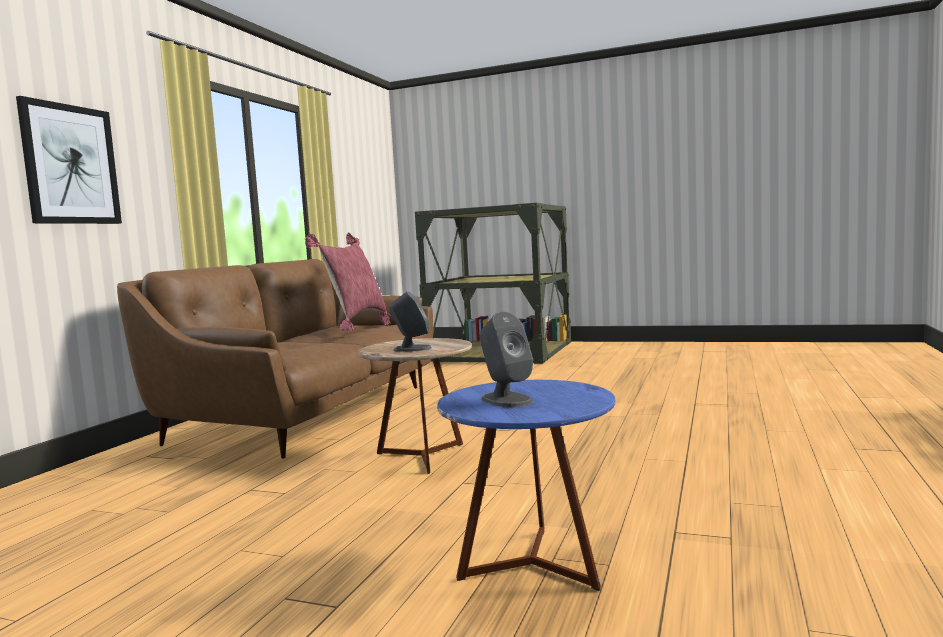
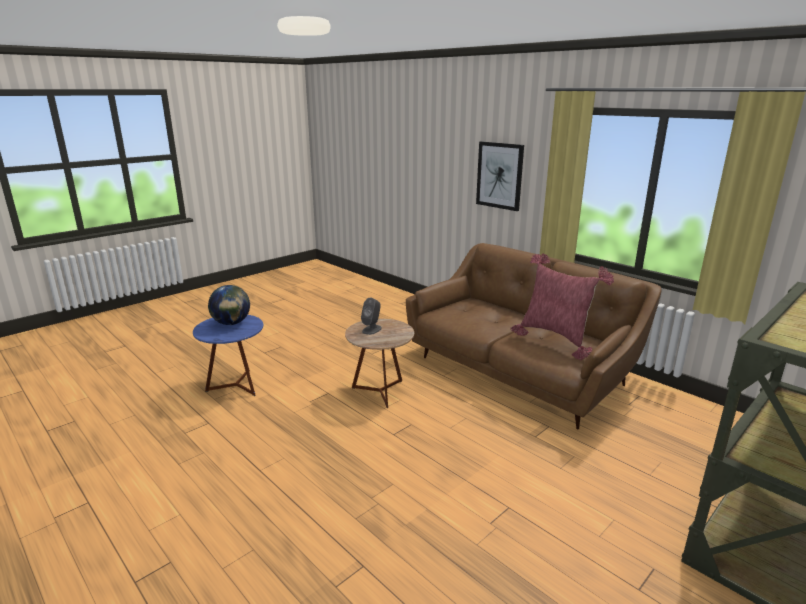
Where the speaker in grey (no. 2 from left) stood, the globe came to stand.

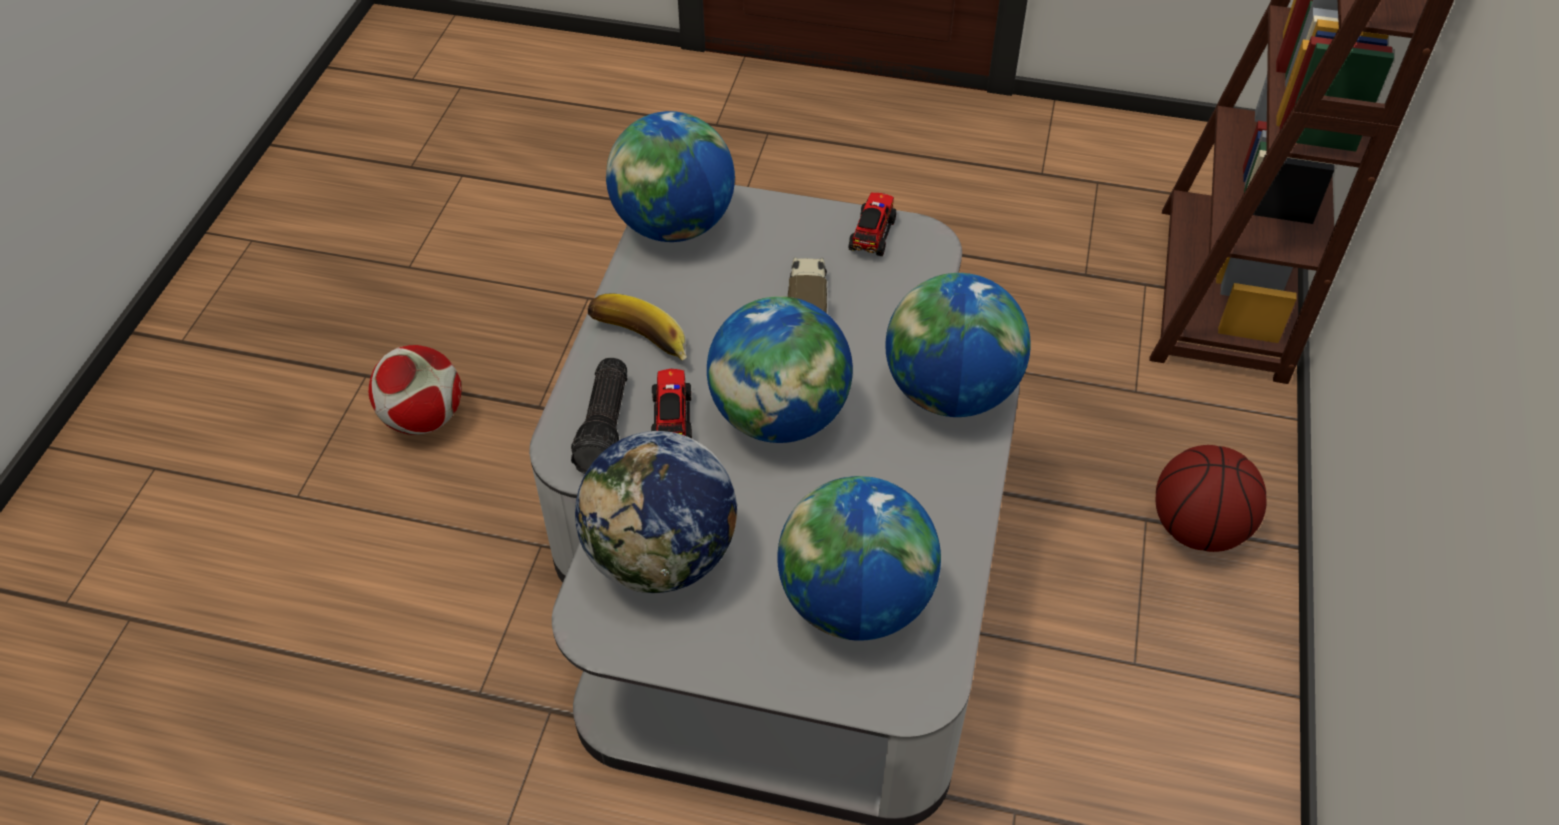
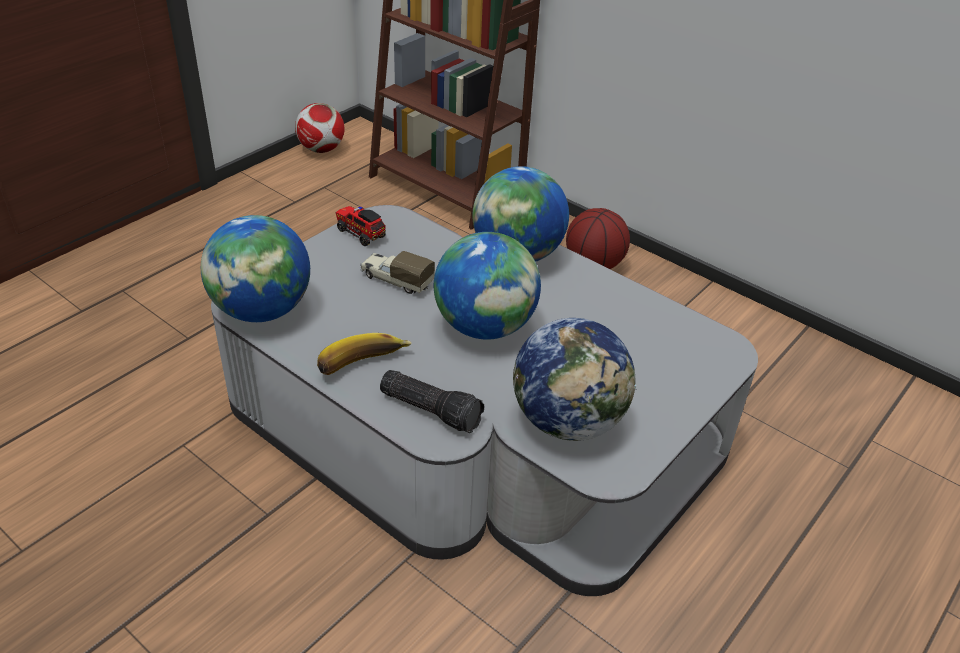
The football ended up elsewhere.
The second view lost the toy truck (no. 1 from left).
The second view lost the globe (no. 4 from left).

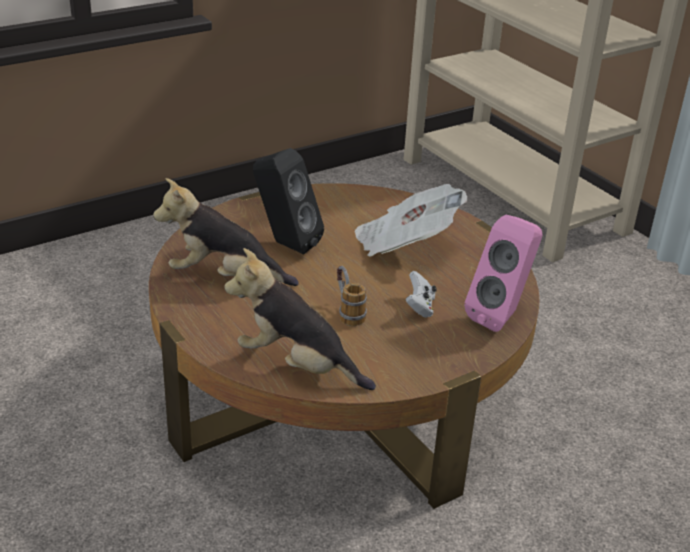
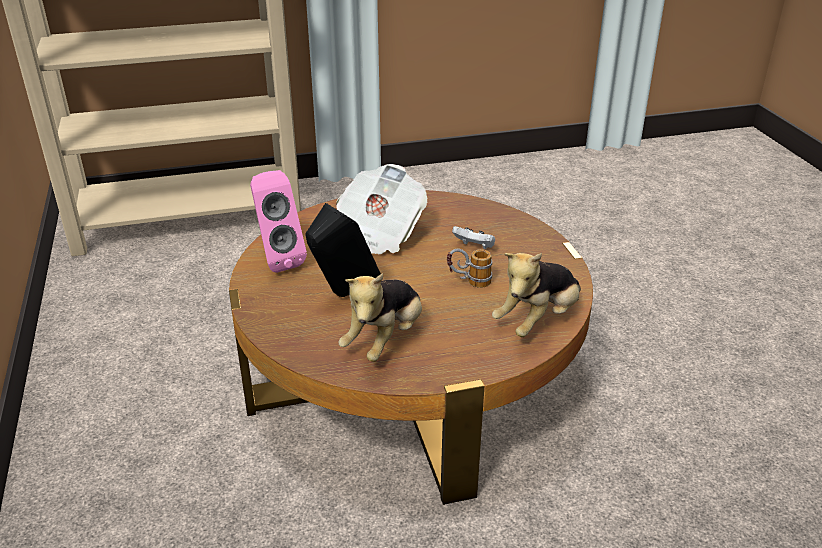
The speaker in pink ended up elsewhere.

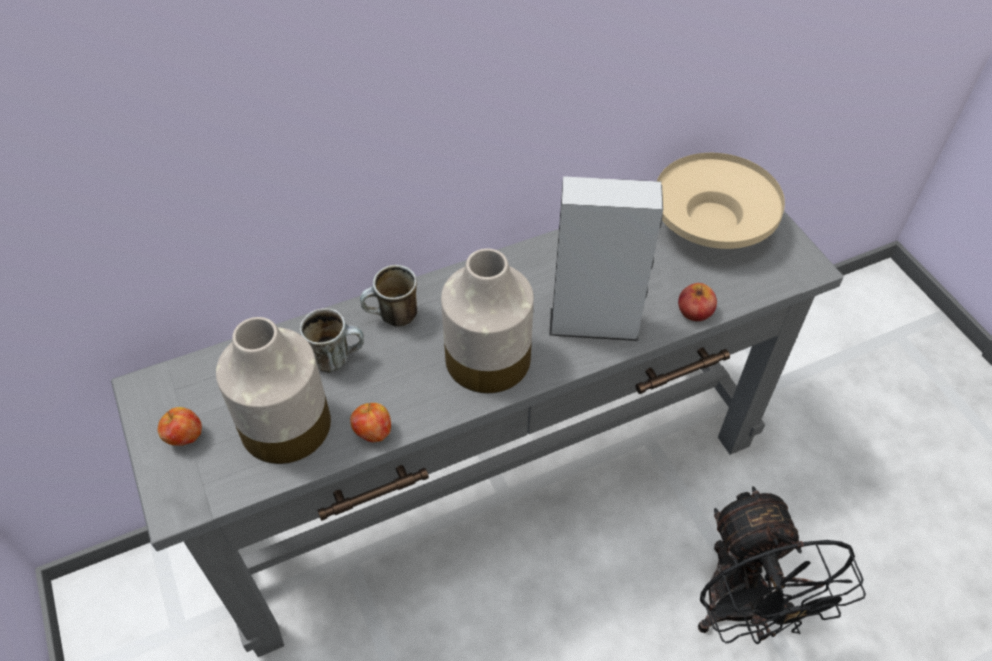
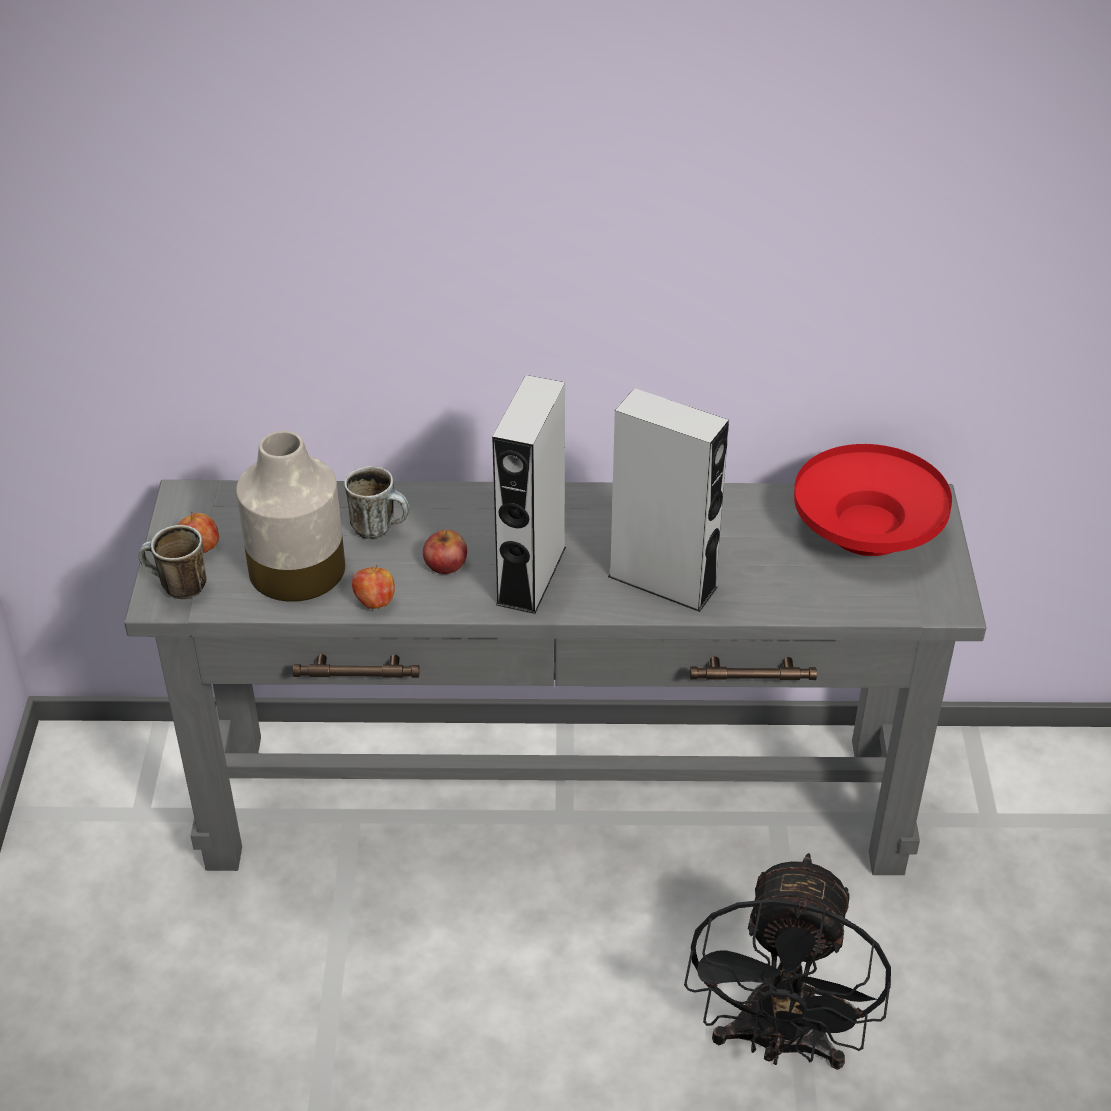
The mug (no. 2 from left in the first image) ended up elsewhere.
The apple (no. 3 from left) ended up elsewhere.
Where the vase in beige (no. 2 from left) stood, the speaker in grey (no. 1 from left) came to stand.
What was the bowl in beige turned into the bowl in red.

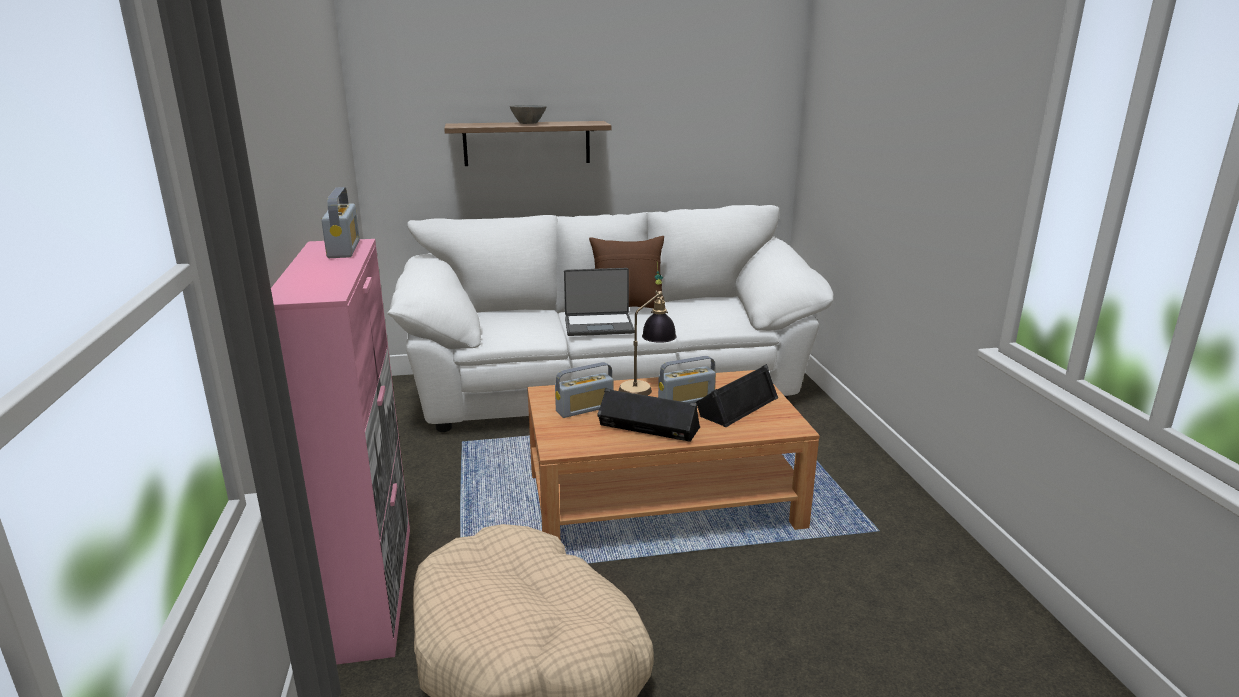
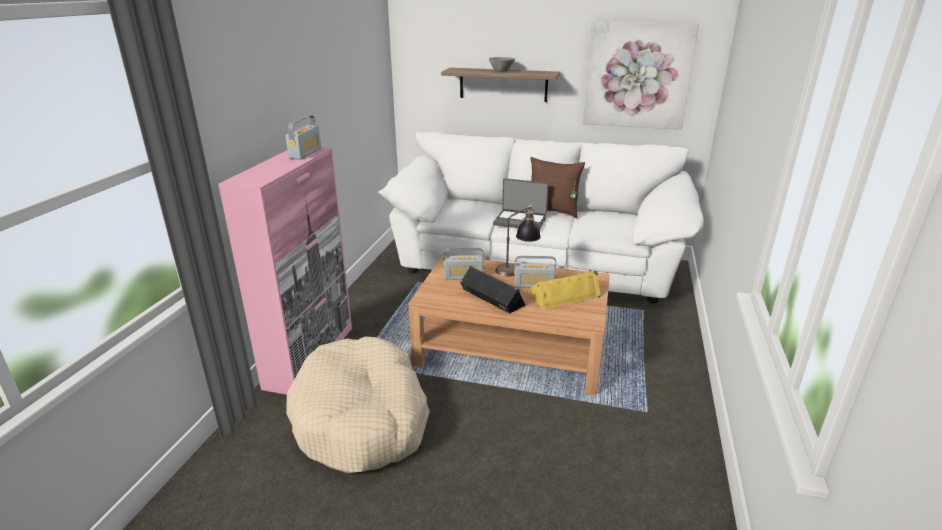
What was the speaker in black (no. 2 from left) turned into the speaker in yellow.
The second view gained the picture.

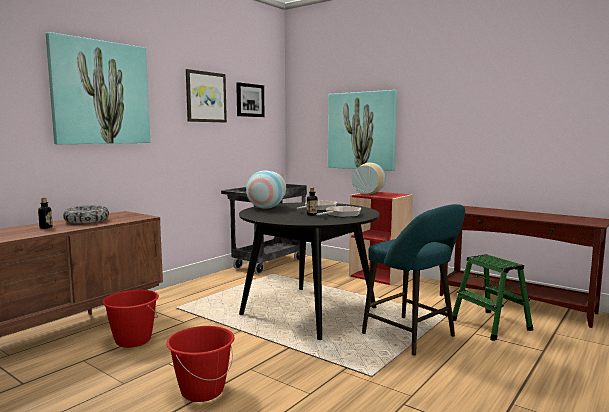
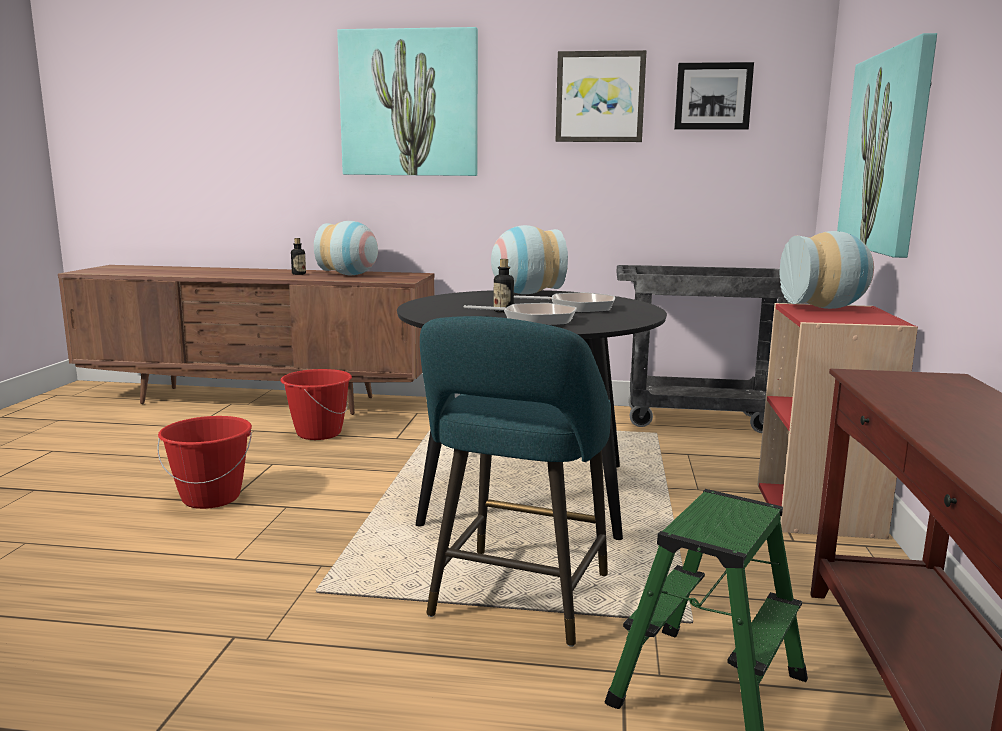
Where the bowl stood, the vase (no. 1 from left) came to stand.

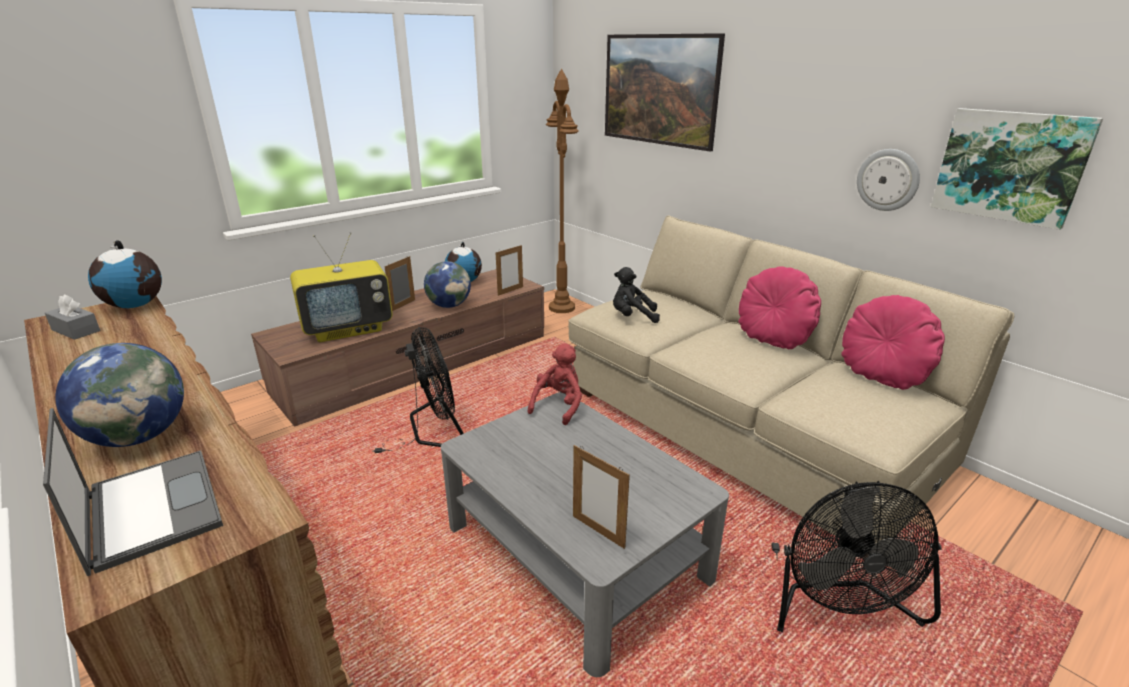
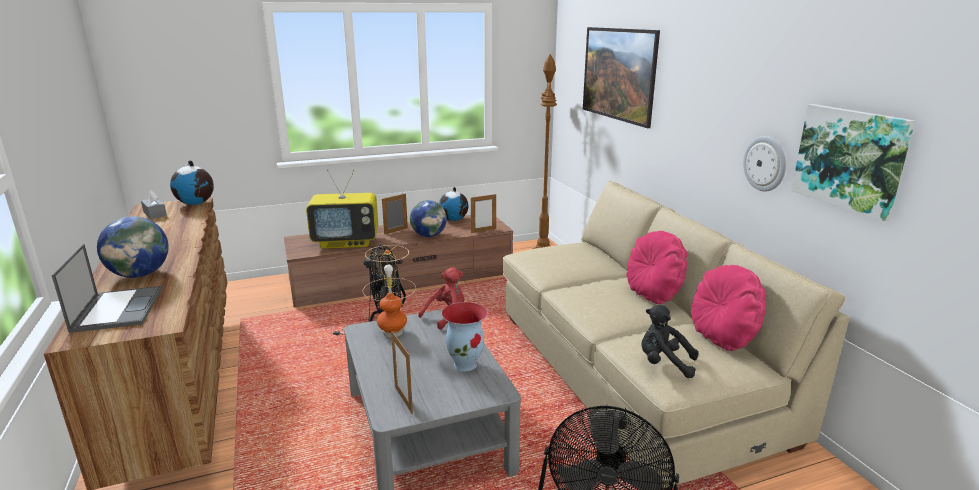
The second view gained the table lamp.
The second view gained the vase.
The plush toy in black ended up elsewhere.

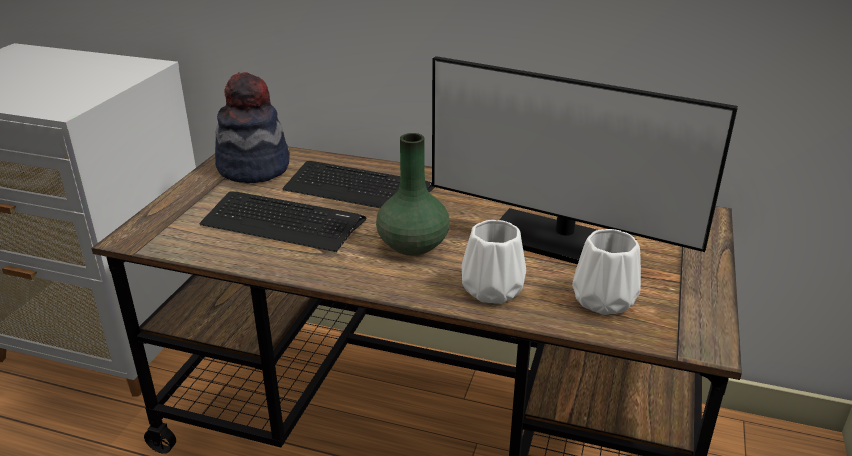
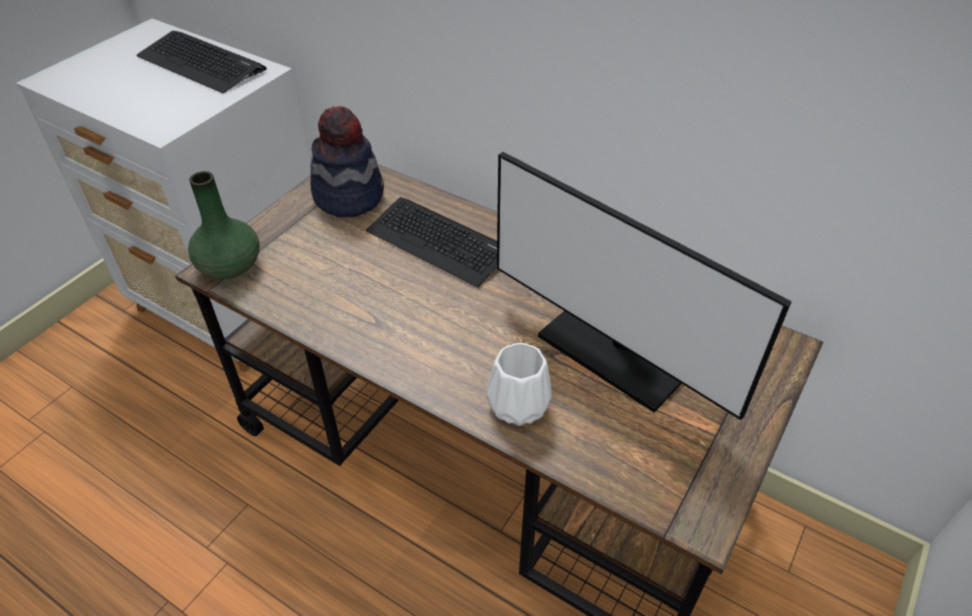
The keyboard (no. 1 from left) ended up elsewhere.
The vase in green ended up elsewhere.
The second view lost the vase in white (no. 2 from left).

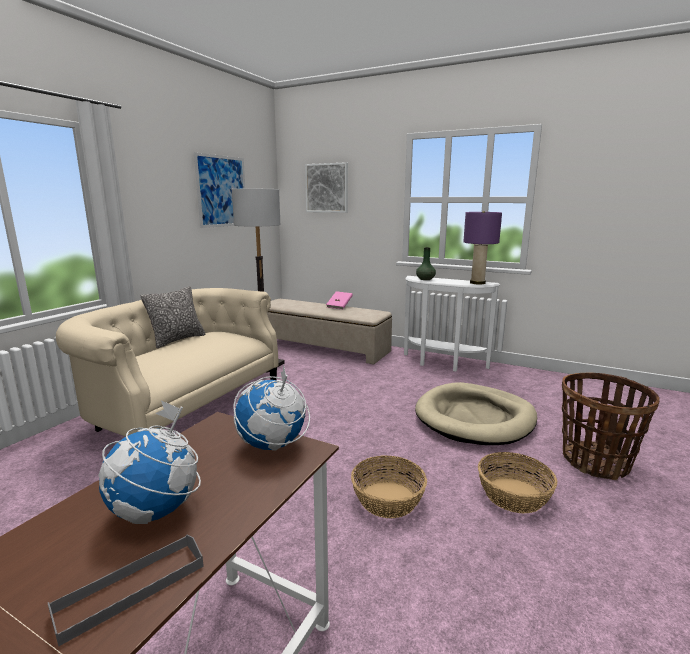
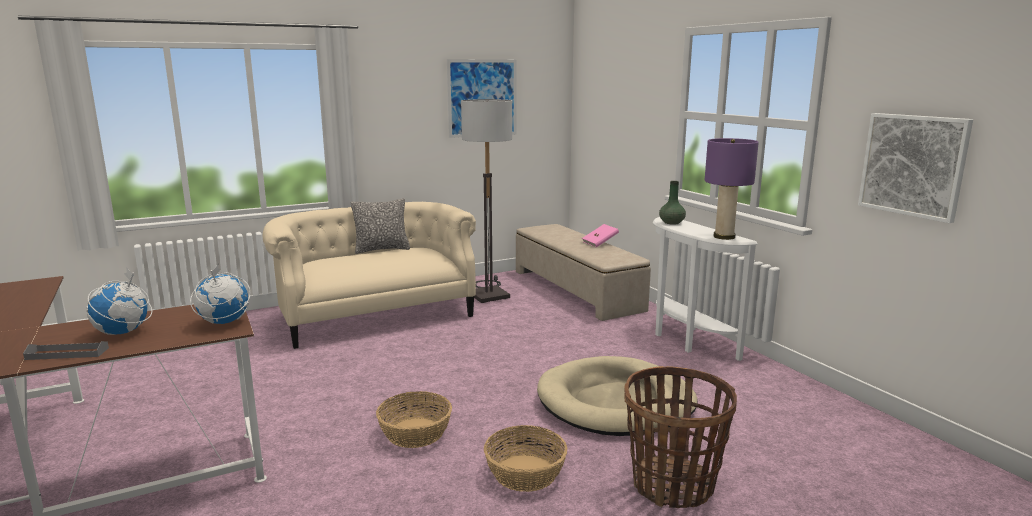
The picture (no. 2 from left) ended up elsewhere.

